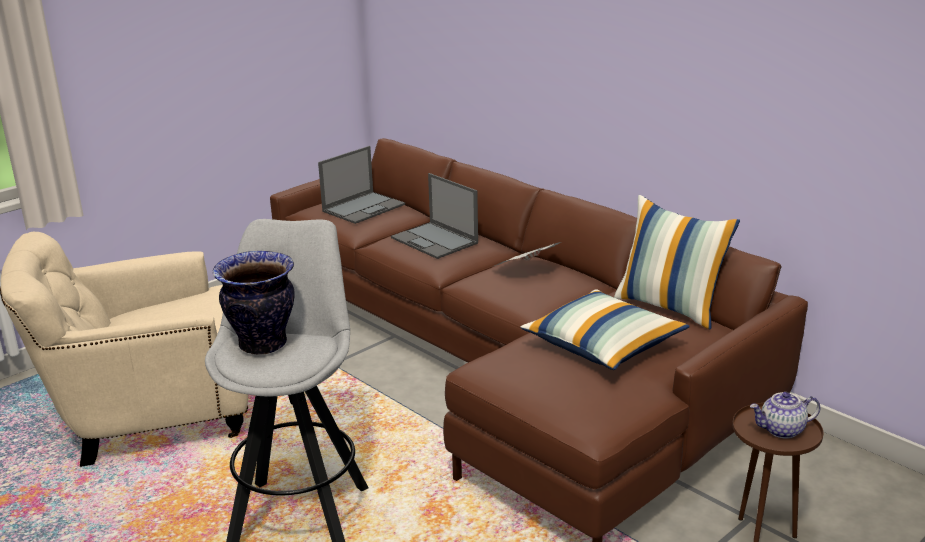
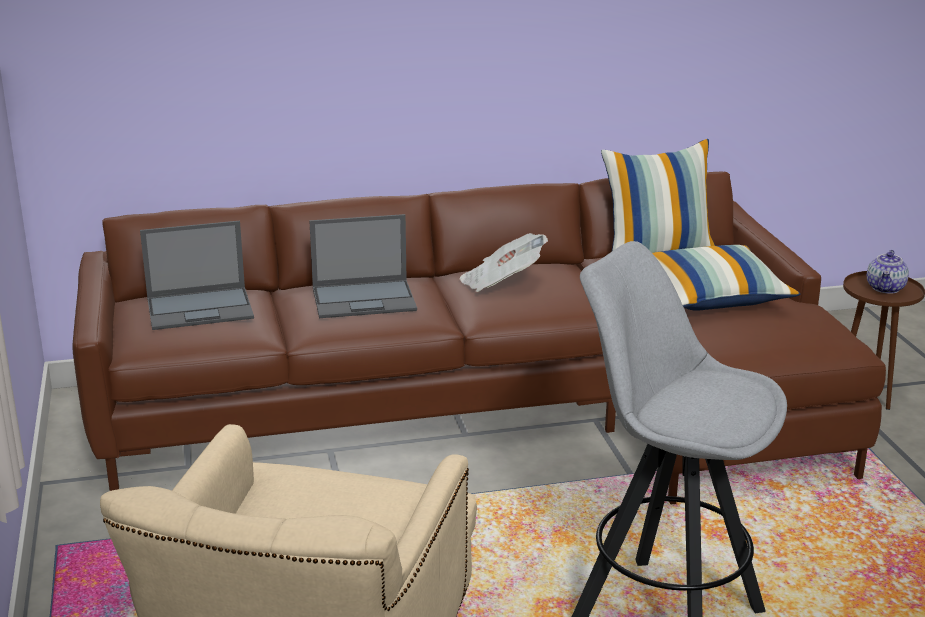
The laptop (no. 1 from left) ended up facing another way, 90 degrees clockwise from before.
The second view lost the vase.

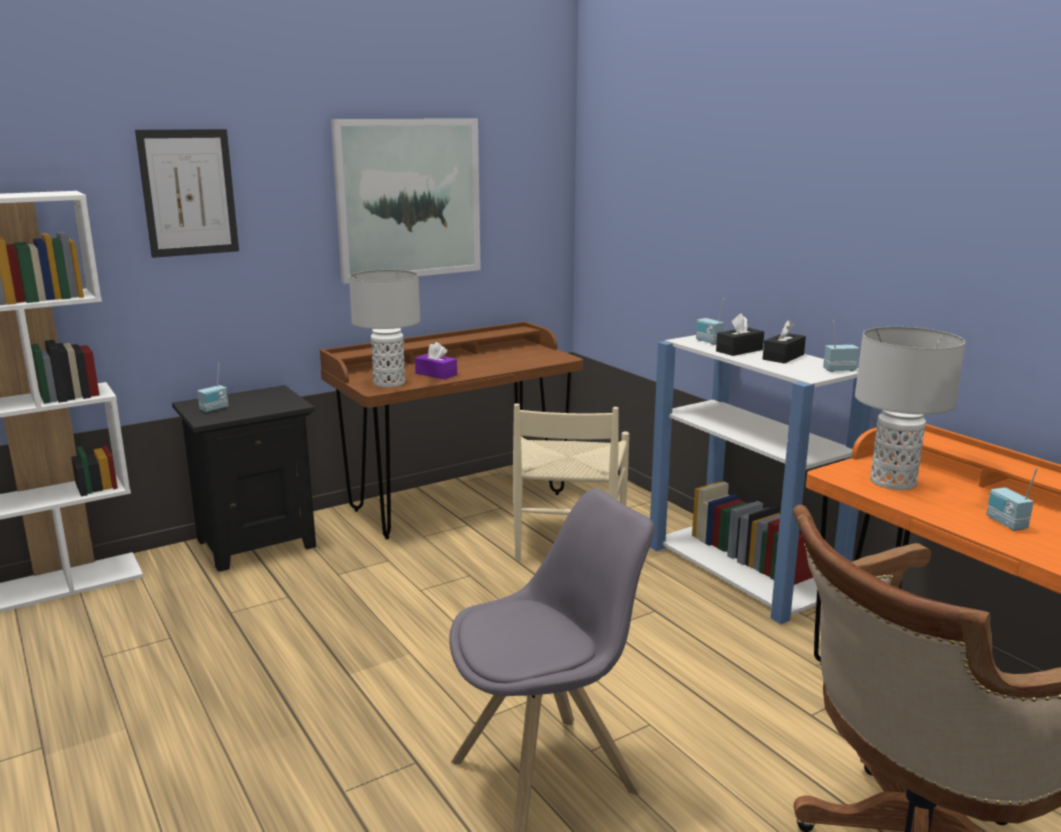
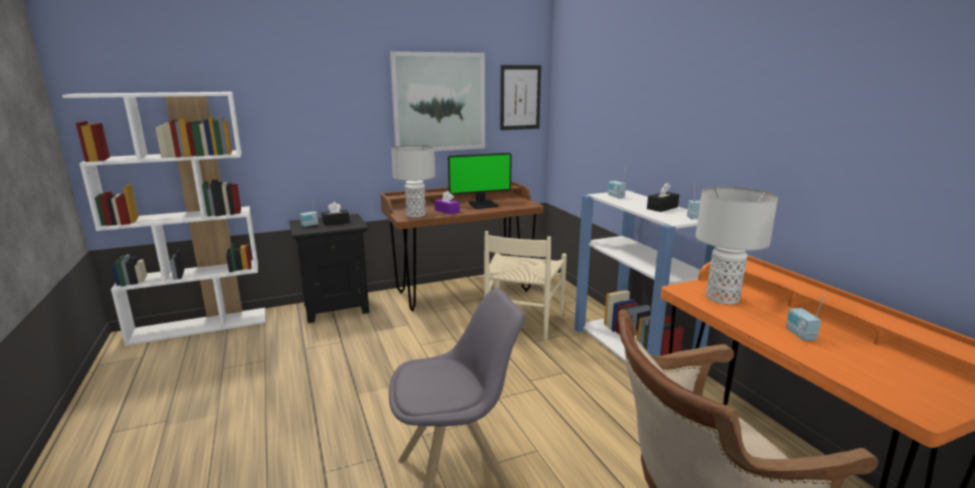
The tissue box in black (no. 1 from left) ended up elsewhere.
The second view gained the monitor.
The picture (no. 1 from left in the first image) ended up elsewhere.

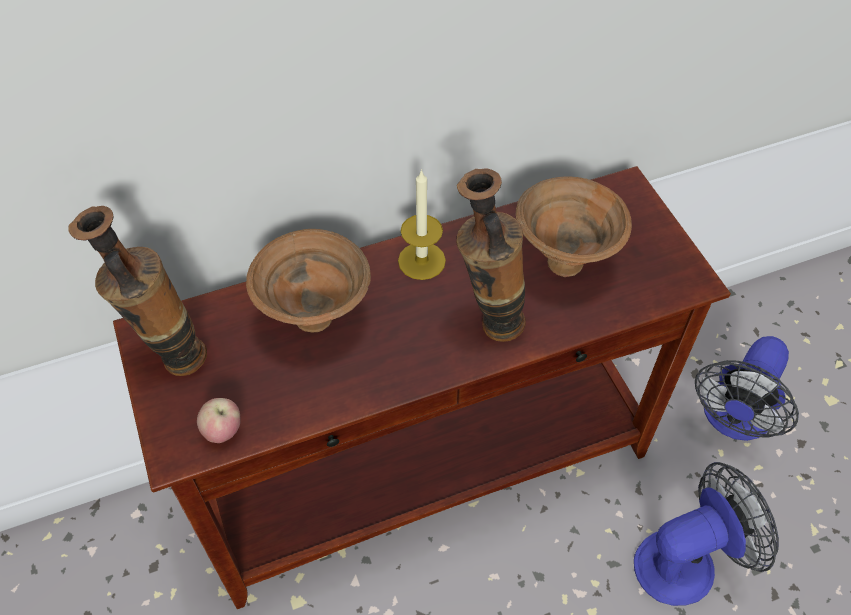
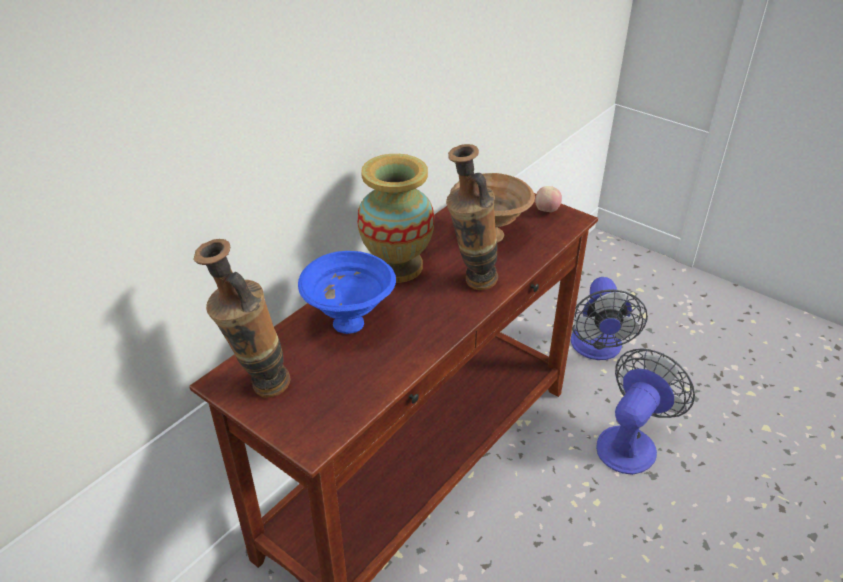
What was the bowl in brown (no. 1 from left) turned into the bowl in blue.
Where the candle stood, the vase (no. 2 from left) came to stand.
The apple ended up elsewhere.

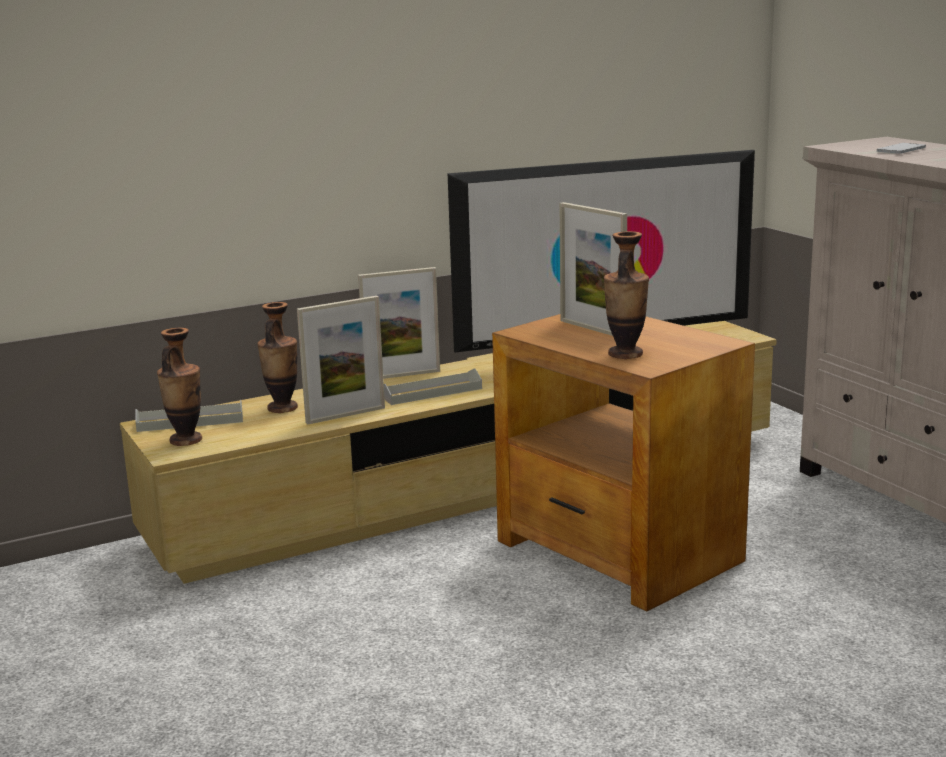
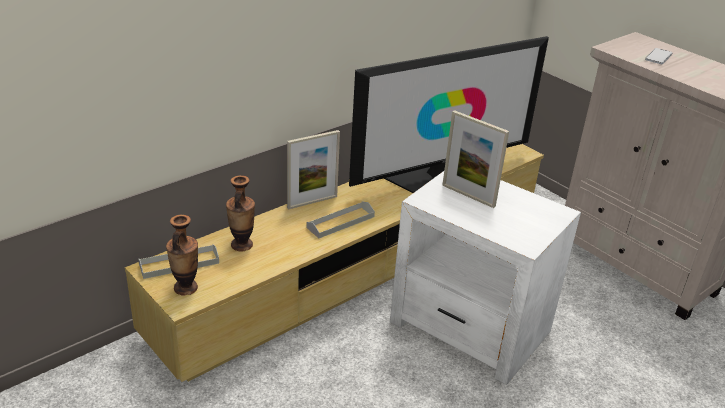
What was the side table in brown turned into the side table in white.
The second view lost the picture frame (no. 1 from left).
The second view lost the vase (no. 3 from left).

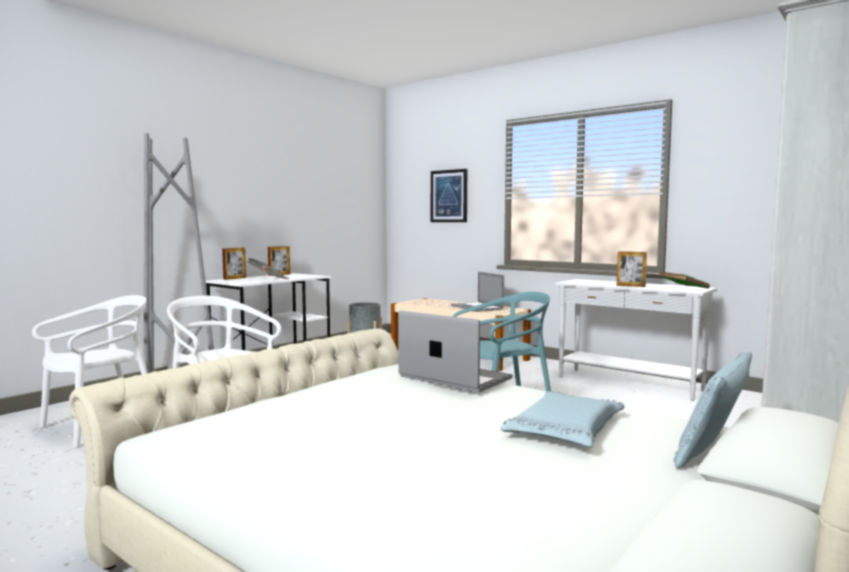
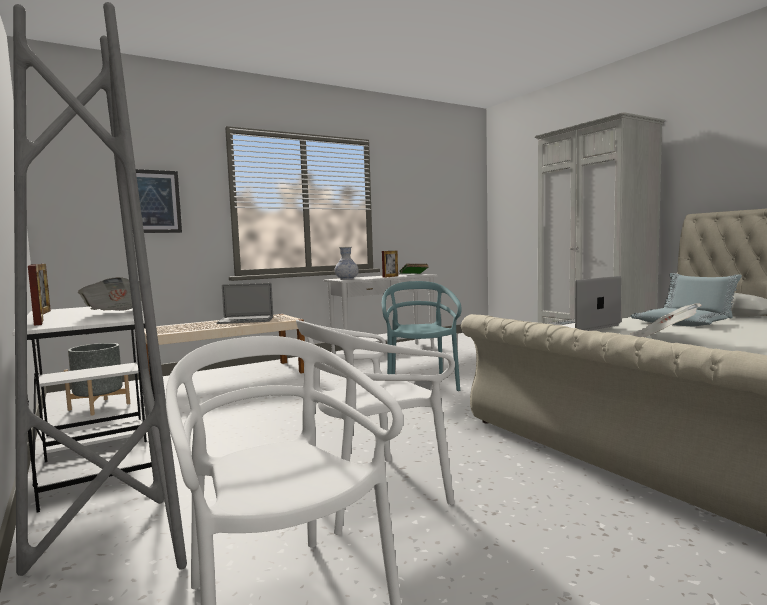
The second view gained the vase.
The second view gained the newspaper (no. 2 from left).

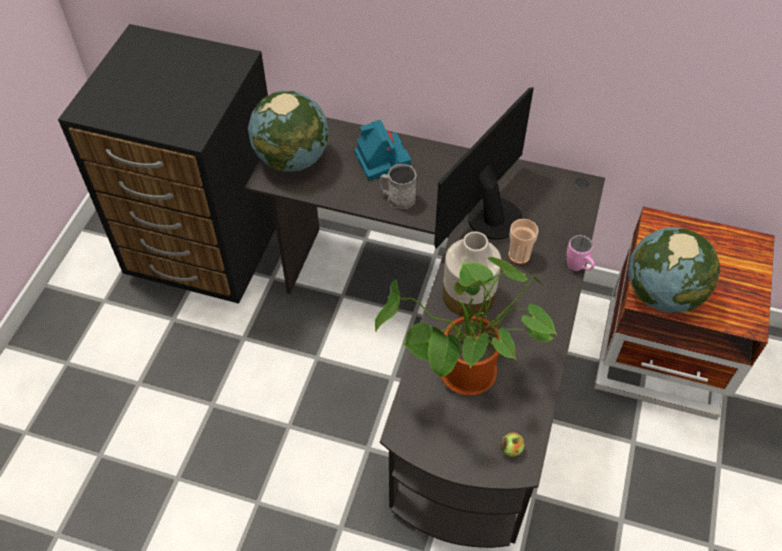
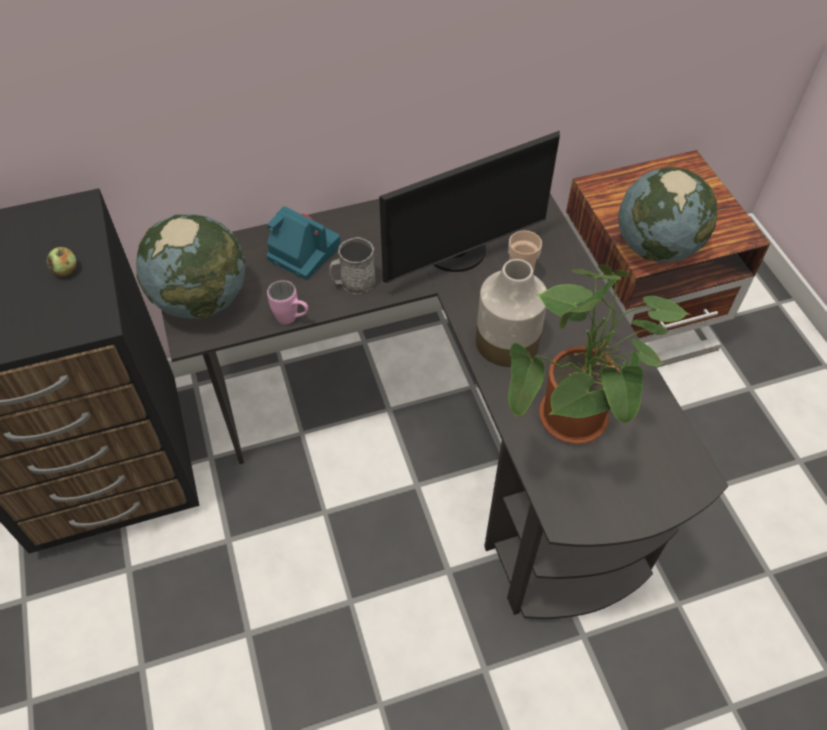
The apple ended up elsewhere.
The mug in pink ended up elsewhere.
The monitor ended up facing another way, 120 degrees counterclockwise from before.

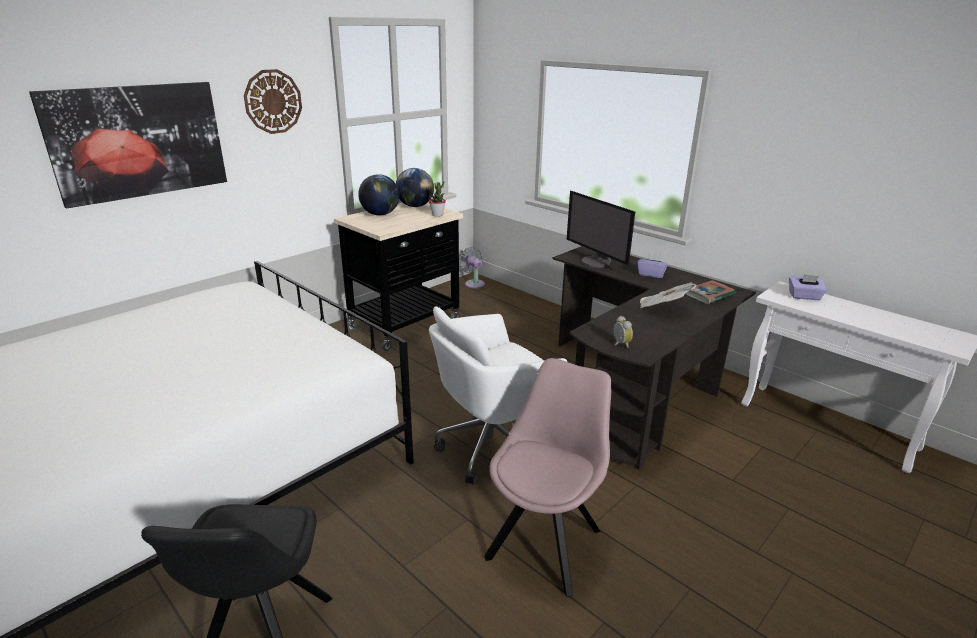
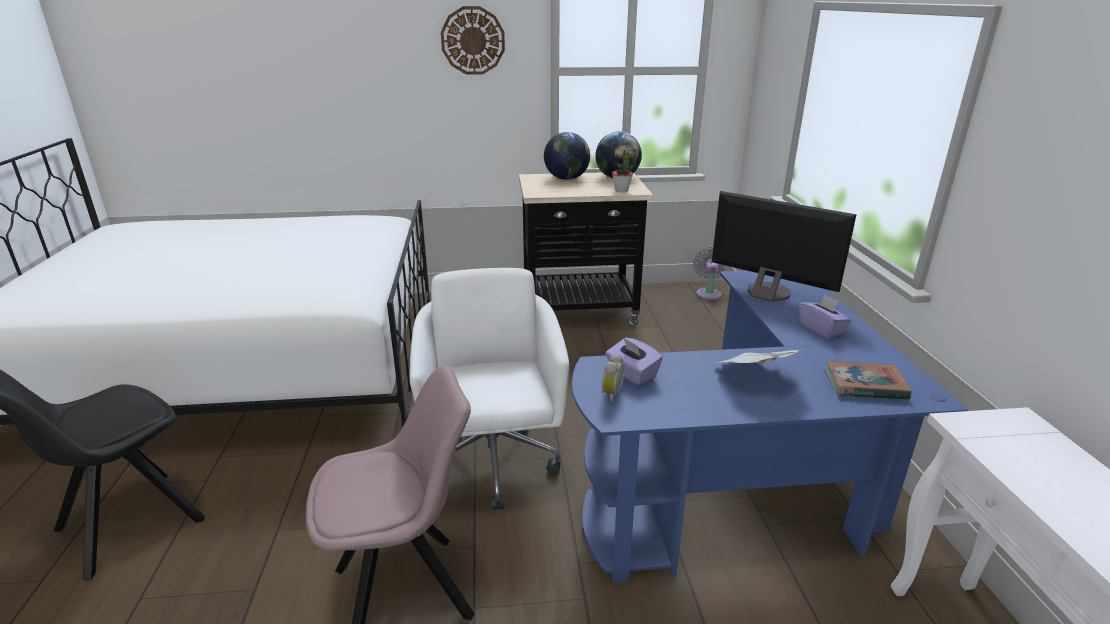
The office chair in white ended up facing another way, 75 degrees clockwise from before.
What was the desk in black turned into the desk in blue.
The tissue box in purple (no. 2 from left in the first image) ended up elsewhere.
The monitor ended up facing another way, 120 degrees clockwise from before.
The second view lost the picture.

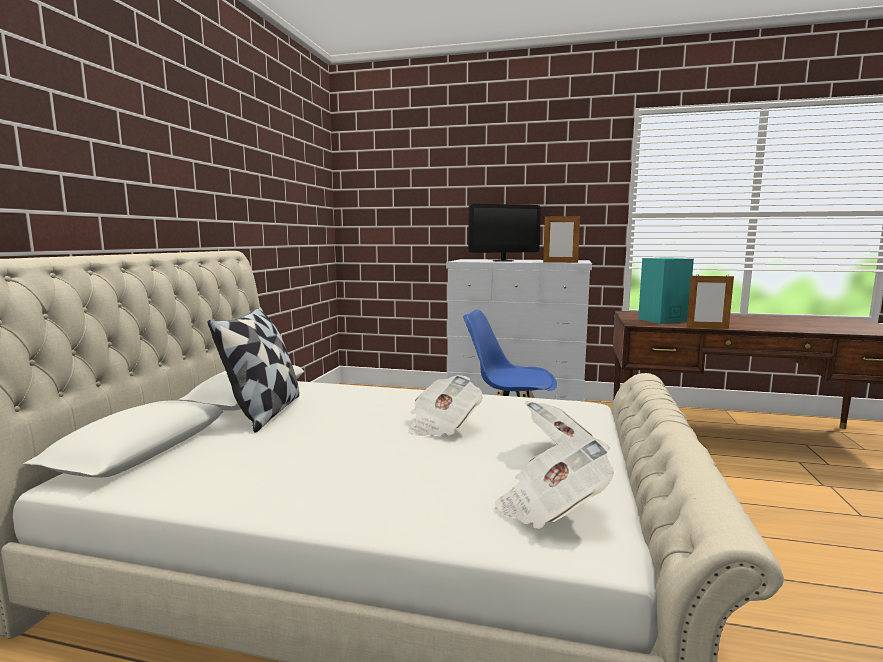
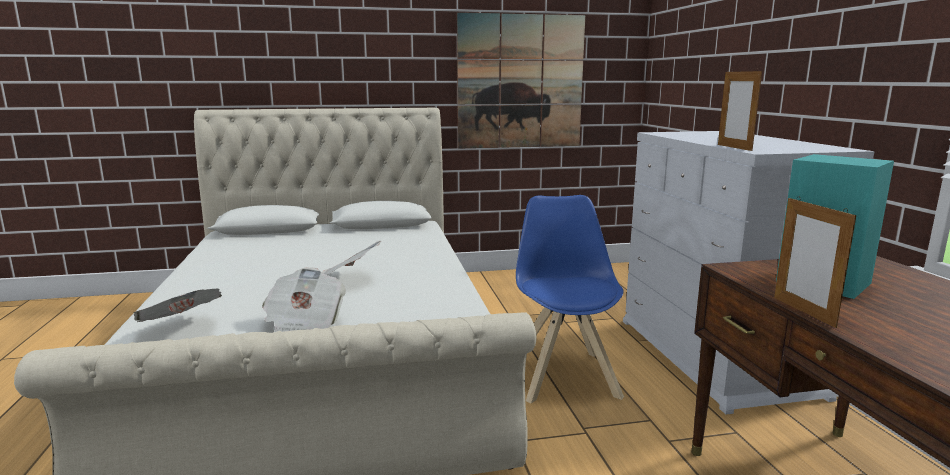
The second view gained the picture.
The second view lost the pillow.
The second view lost the monitor.

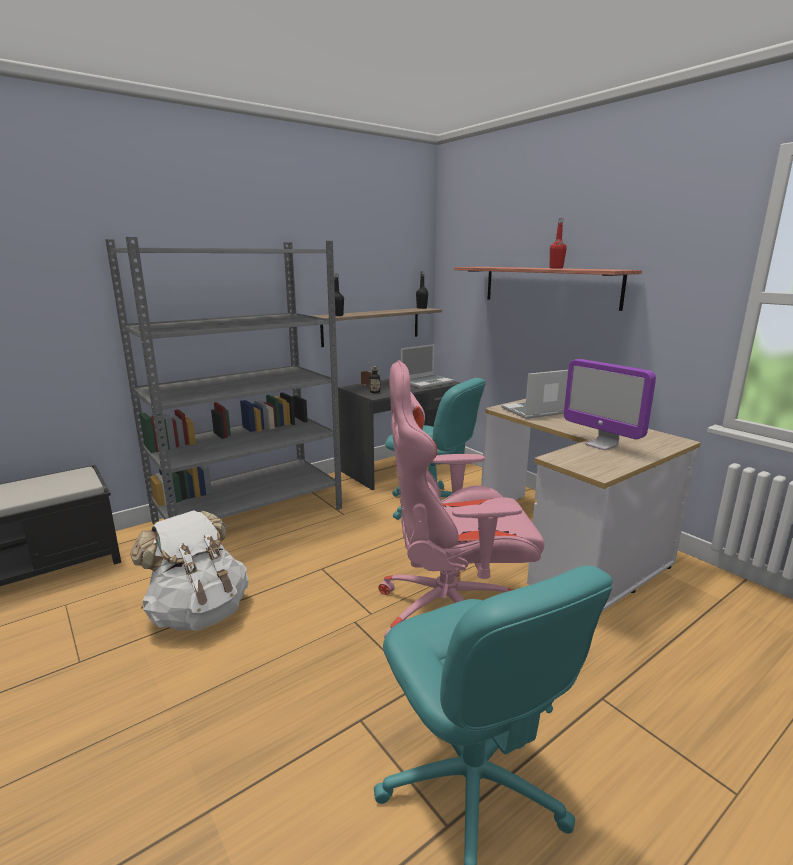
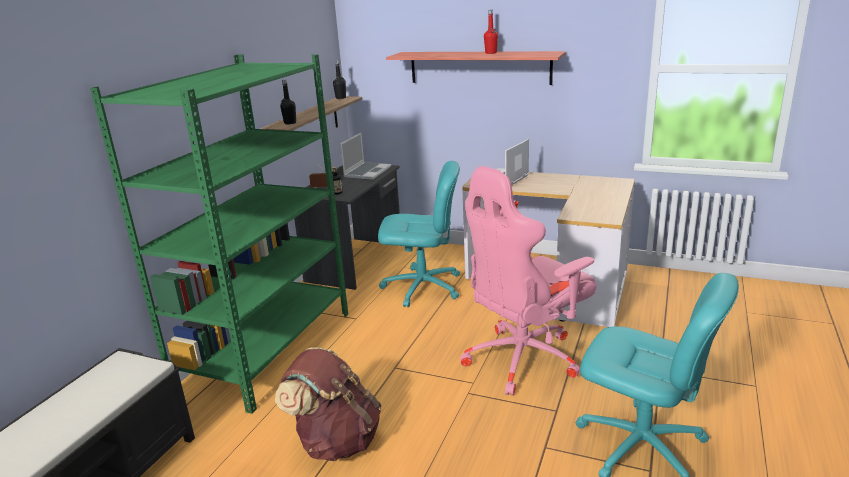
What was the bookcase in grey turned into the bookcase in green.
What was the backpack in white turned into the backpack in brown.
The second view lost the monitor.

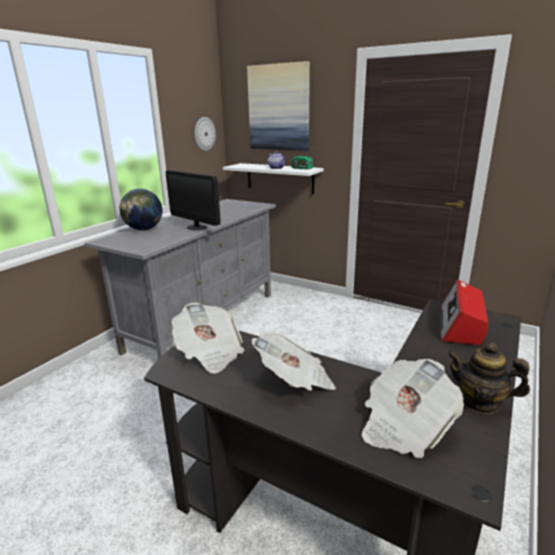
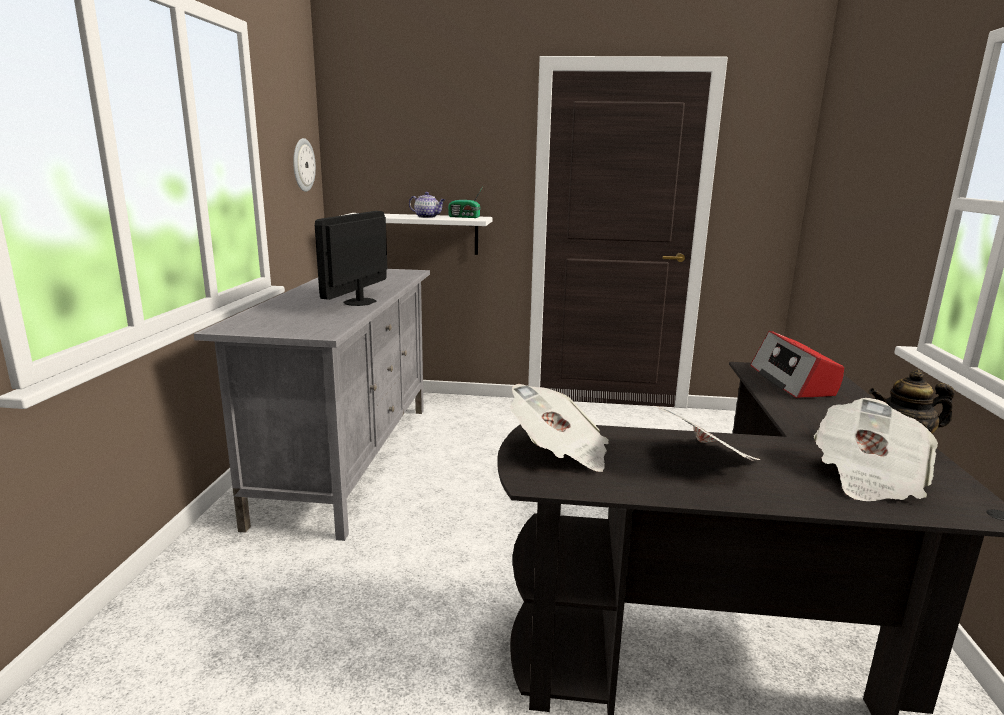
The monitor ended up facing another way, 90 degrees clockwise from before.
The second view lost the globe.
The second view lost the picture.

